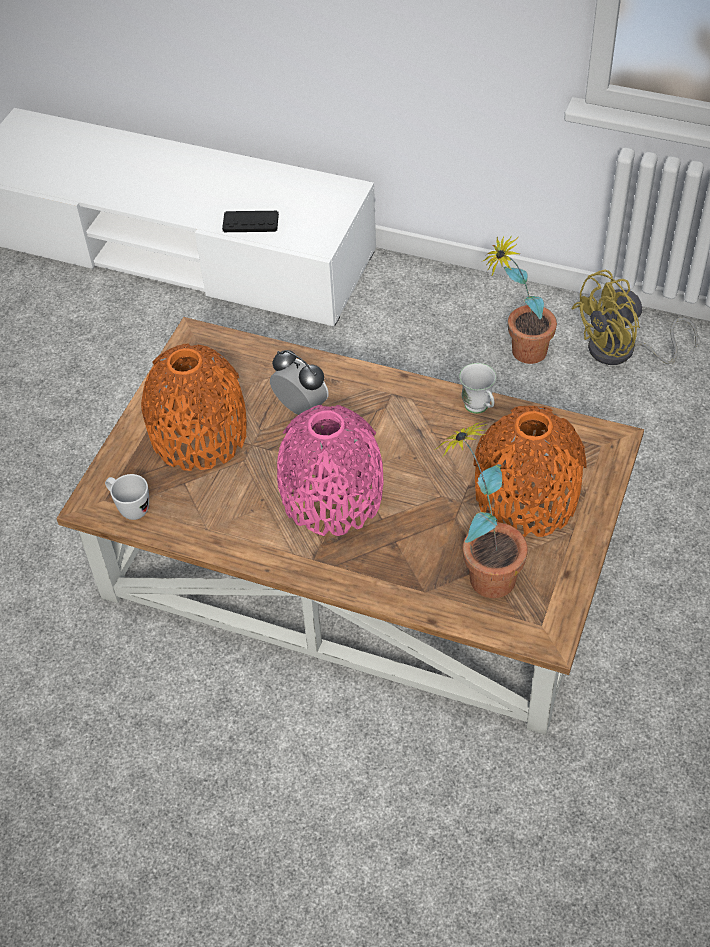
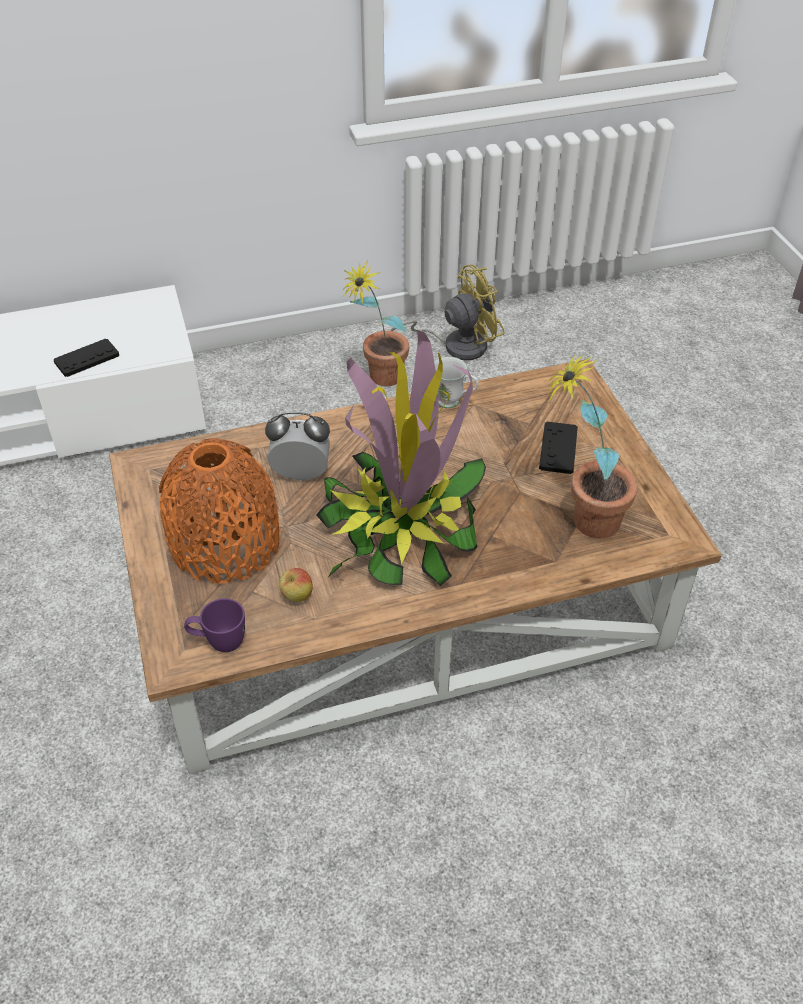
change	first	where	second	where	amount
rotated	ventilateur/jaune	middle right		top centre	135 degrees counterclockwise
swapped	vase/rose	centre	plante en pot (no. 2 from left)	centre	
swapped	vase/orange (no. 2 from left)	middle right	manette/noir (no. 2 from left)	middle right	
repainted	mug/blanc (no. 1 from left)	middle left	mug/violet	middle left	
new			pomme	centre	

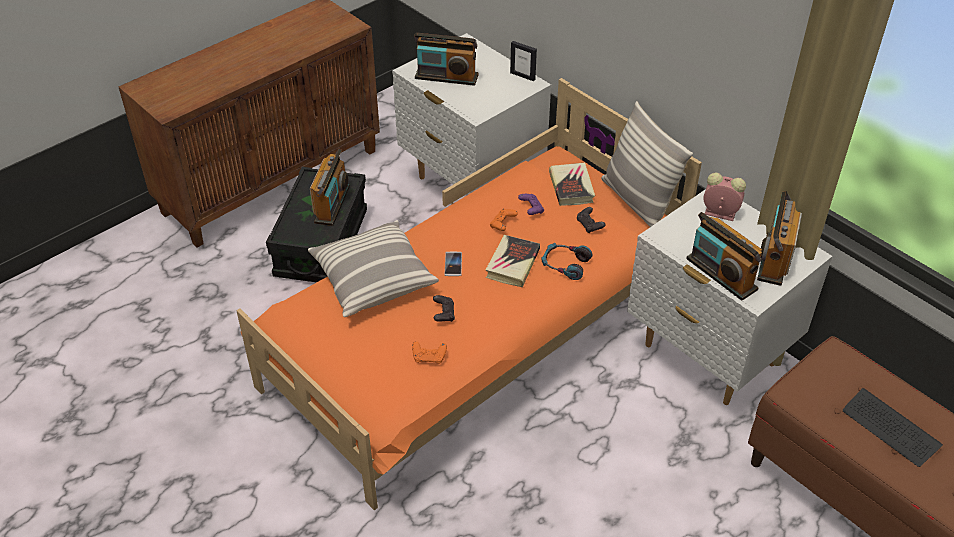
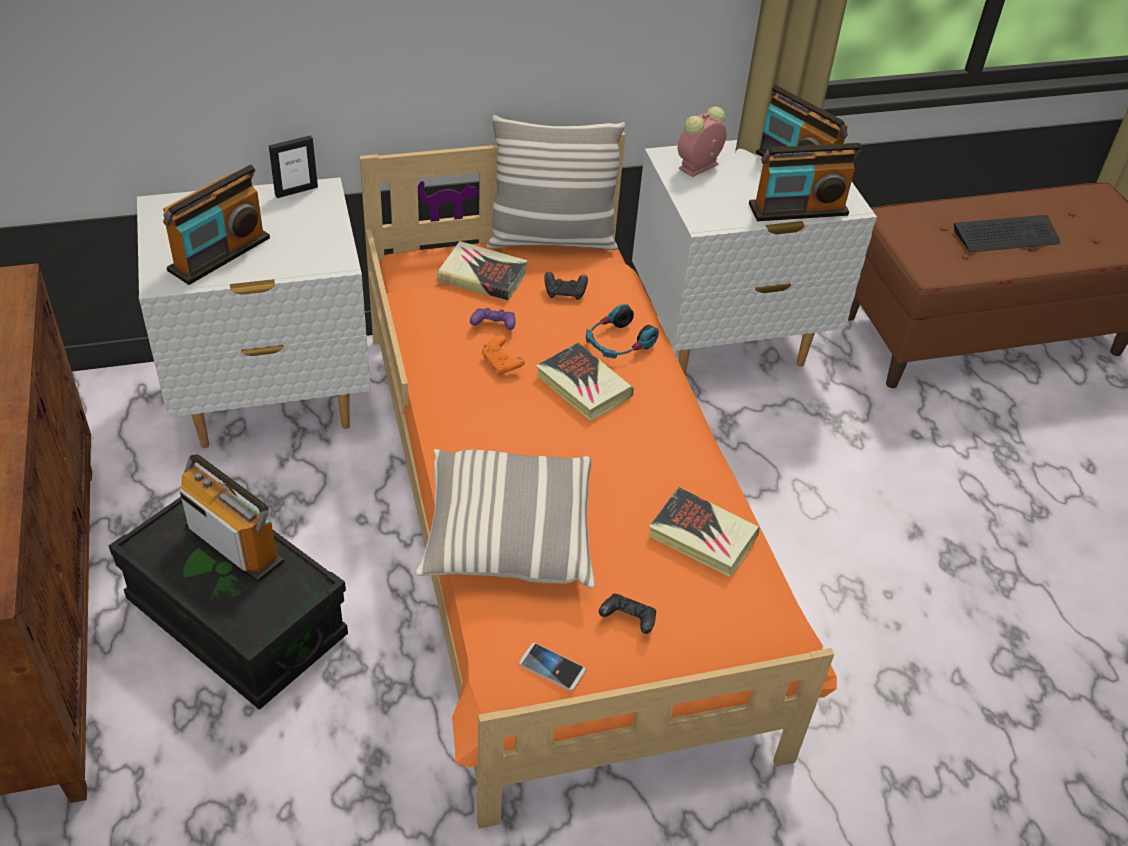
change	first	where	second	where	amount
shifted	téléphone	centre		bottom centre	
shifted	manette/noir (no. 1 from left in the first image)	centre	manette/noir (no. 2 from left)	bottom centre	
swapped	manette/orange (no. 1 from left)	centre	livre (no. 3 from left)	centre	

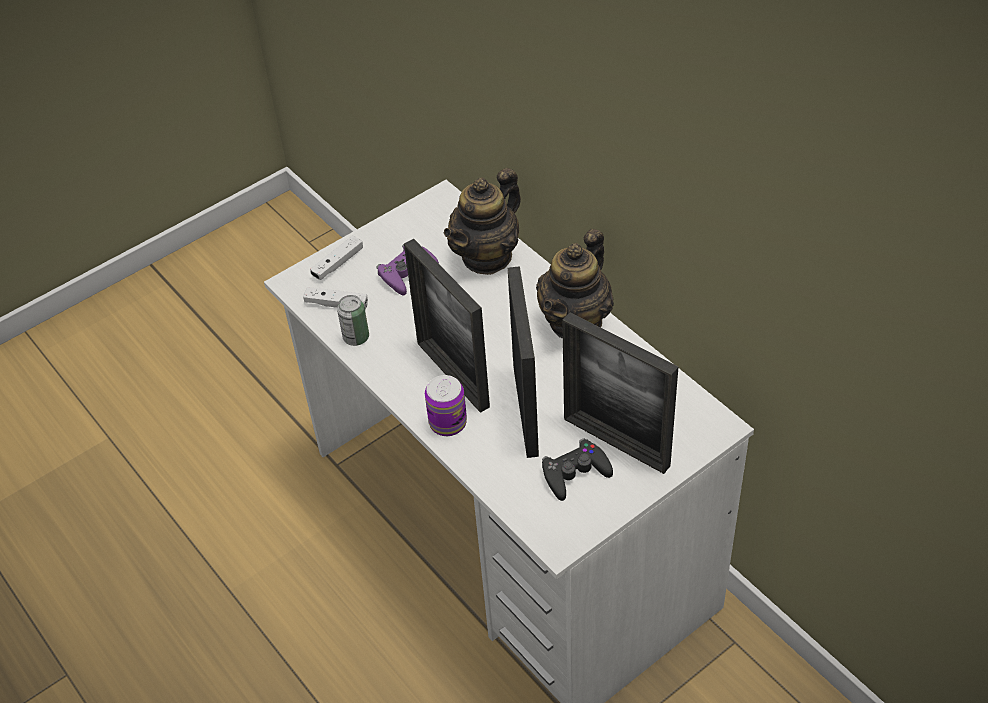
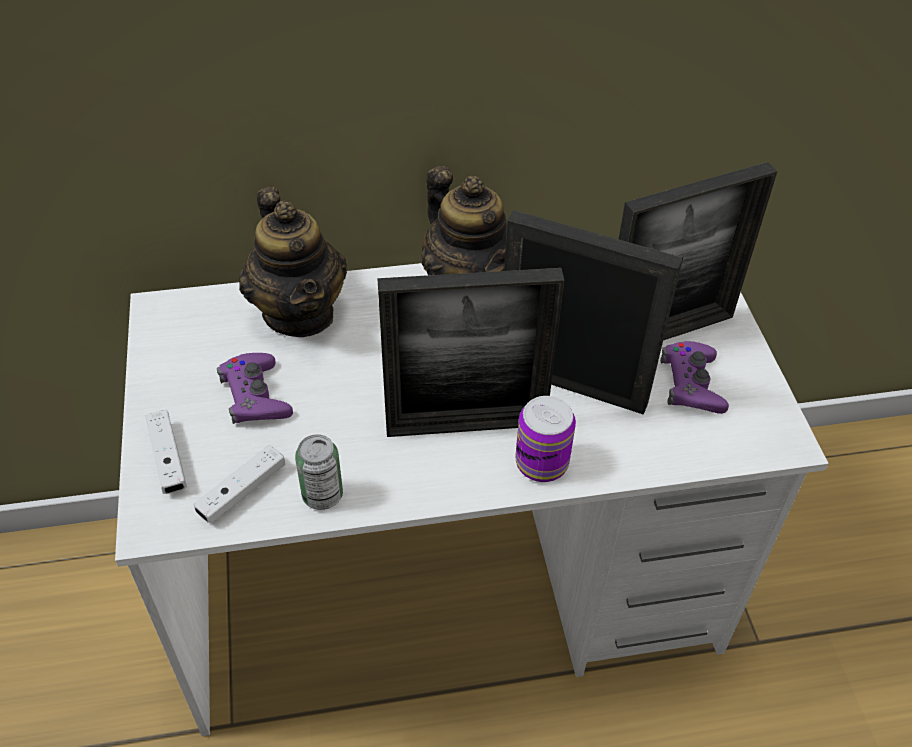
change	first	where	second	where	amount
repainted	manette/noir	bottom centre	manette/violet (no. 2 from left)	middle right	

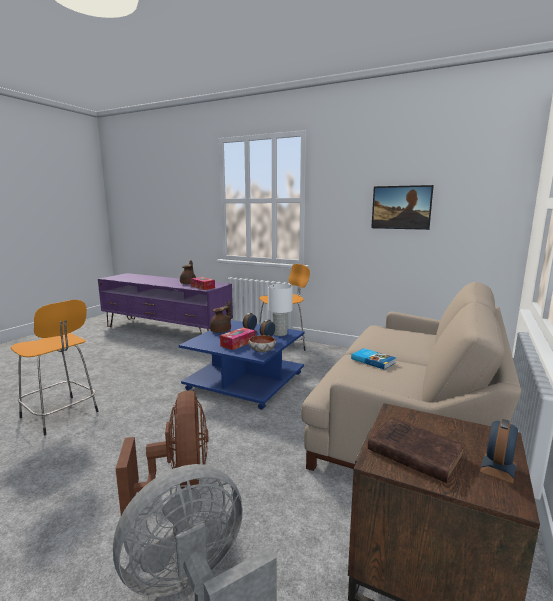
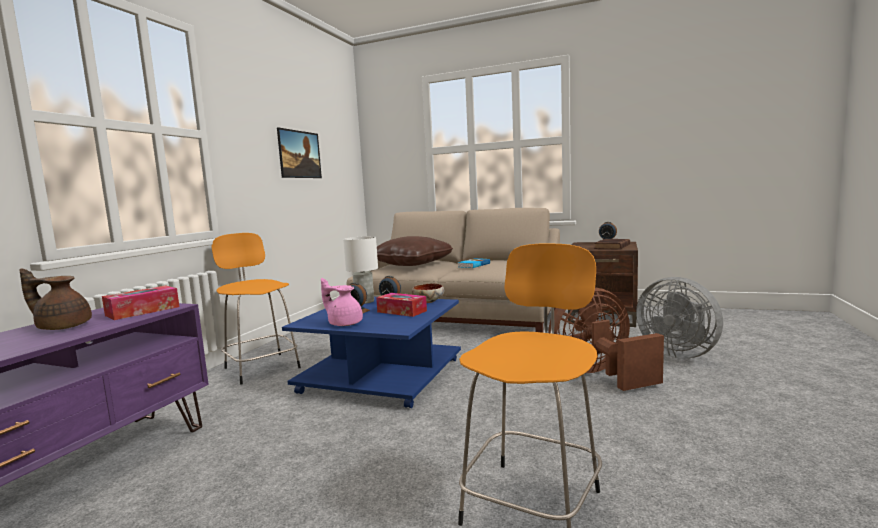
change	first	where	second	where	amount
repainted	théière/marron (no. 2 from left)	centre	théière/rose	centre	
new			coussin/marron	centre	

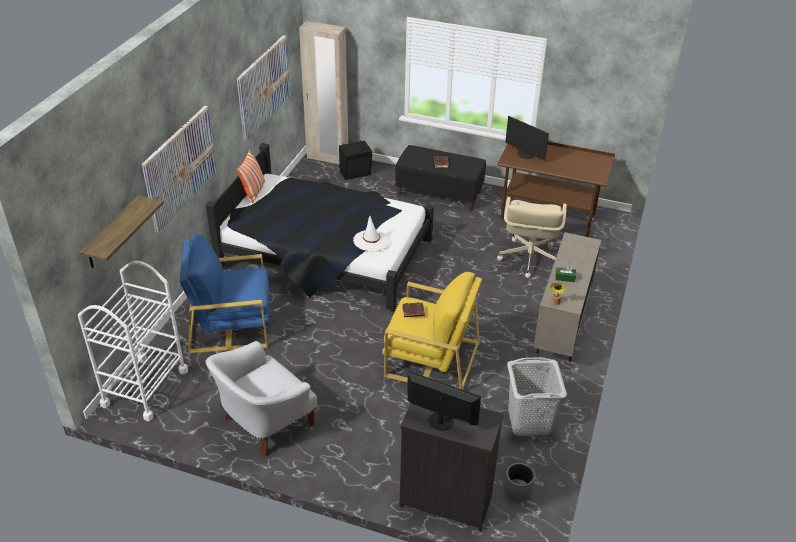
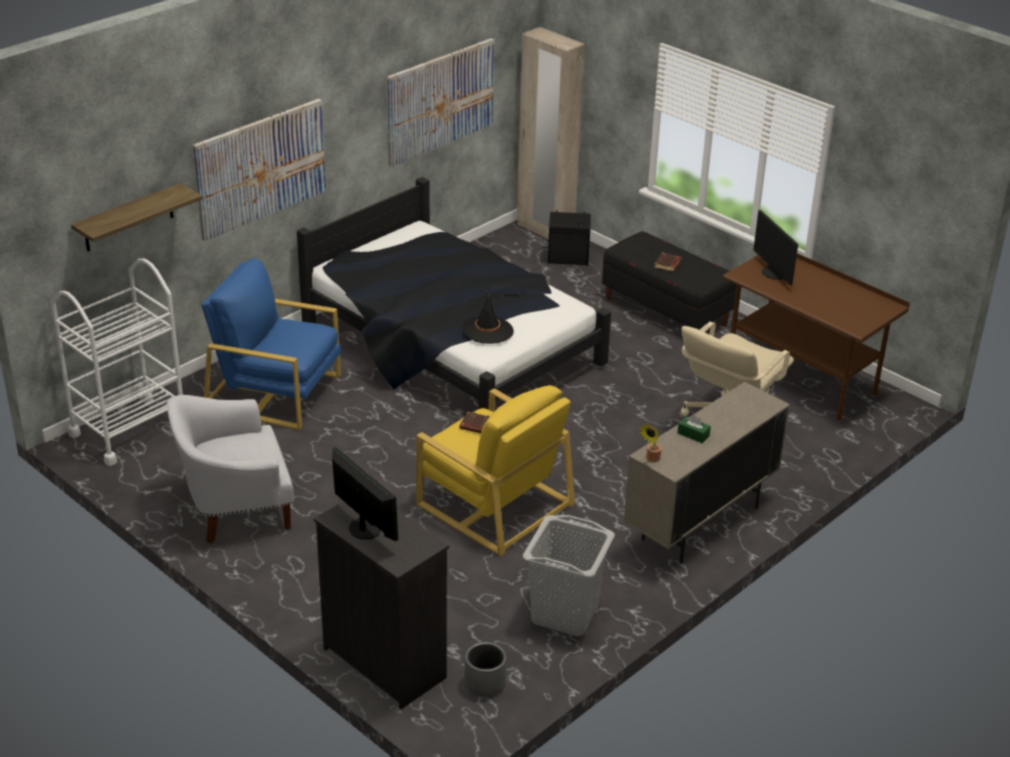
change	first	where	second	where	amount
gone	coussin	top left			
repainted	chapeau/blanc	centre	chapeau/noir	centre	

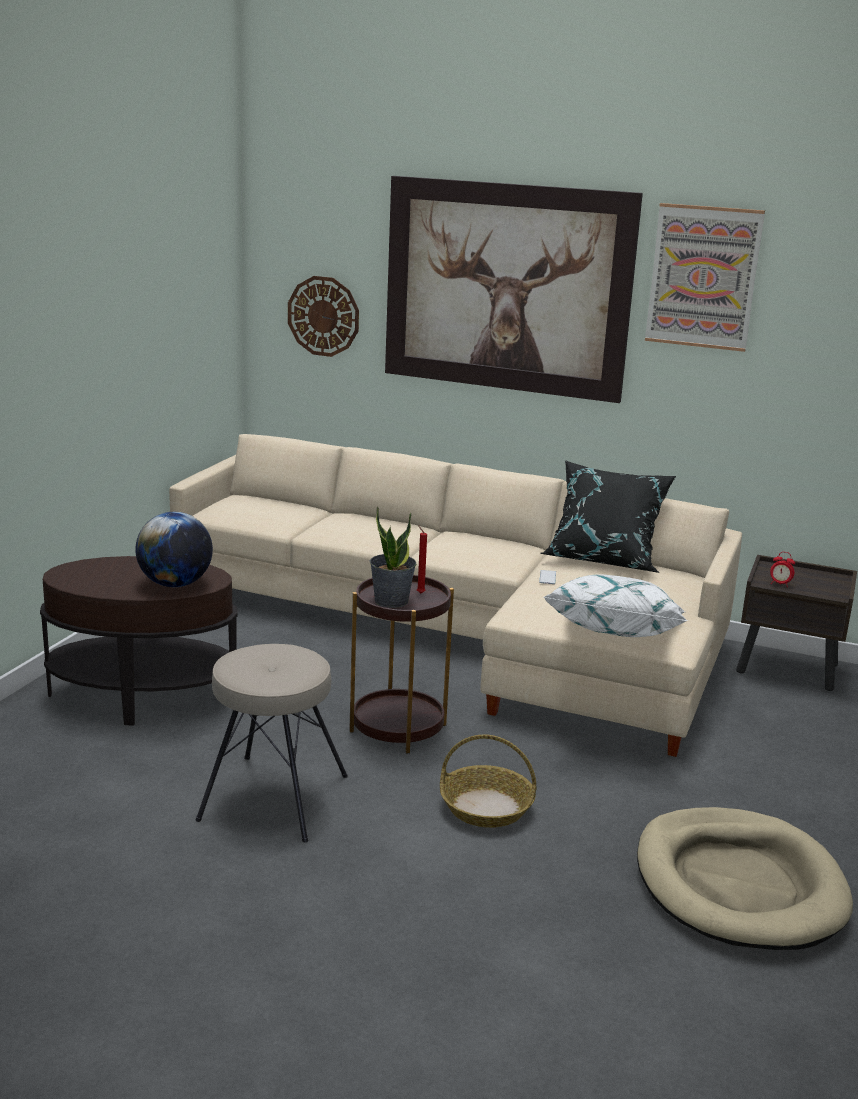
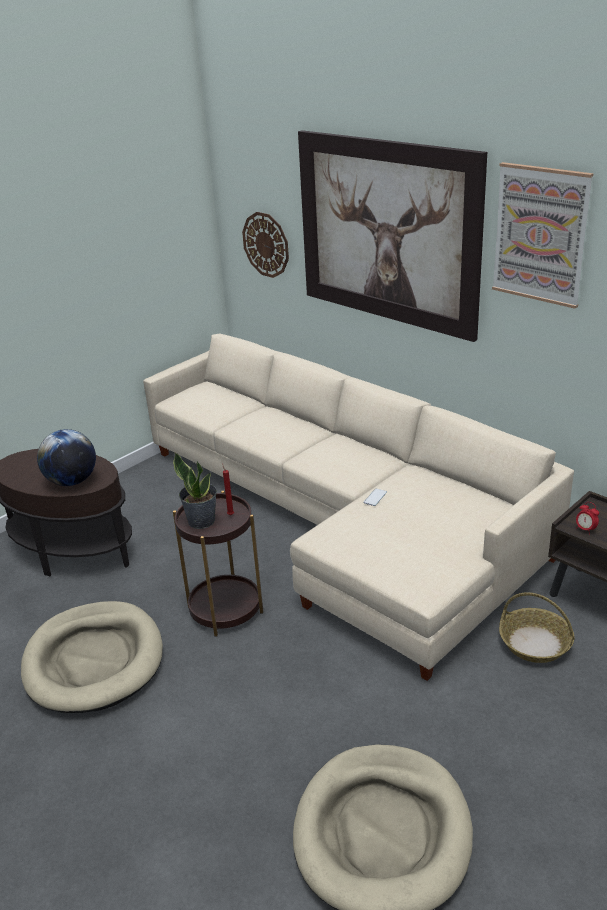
change	first	where	second	where	amount
gone	coussin/noir	middle right			
gone	coussin/blanc	middle right			
swapped	tabouret/beige	bottom left	panier pour chien/beige (no. 1 from left)	bottom left	
shifted	panier	bottom centre		bottom right	

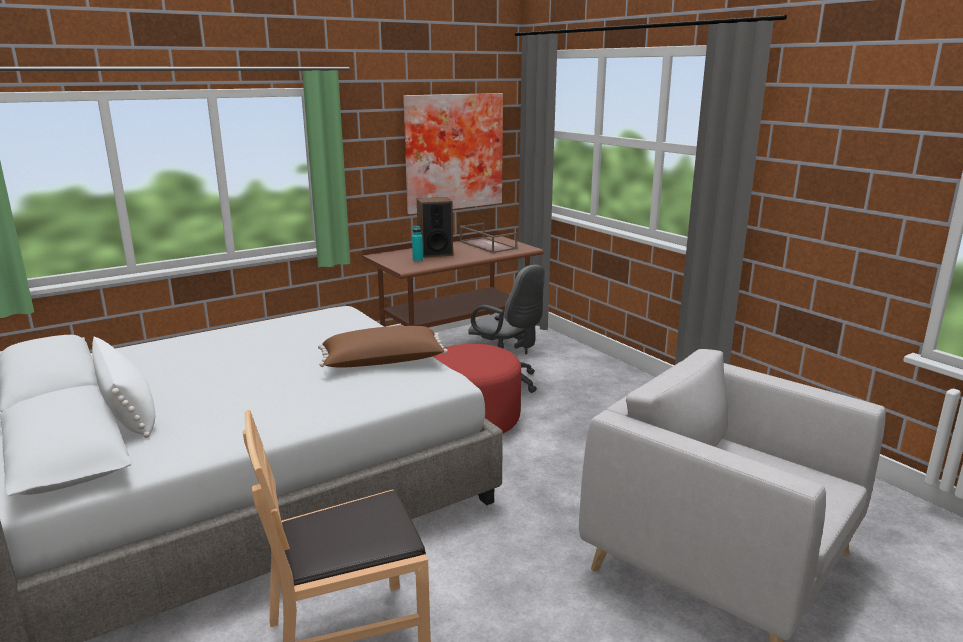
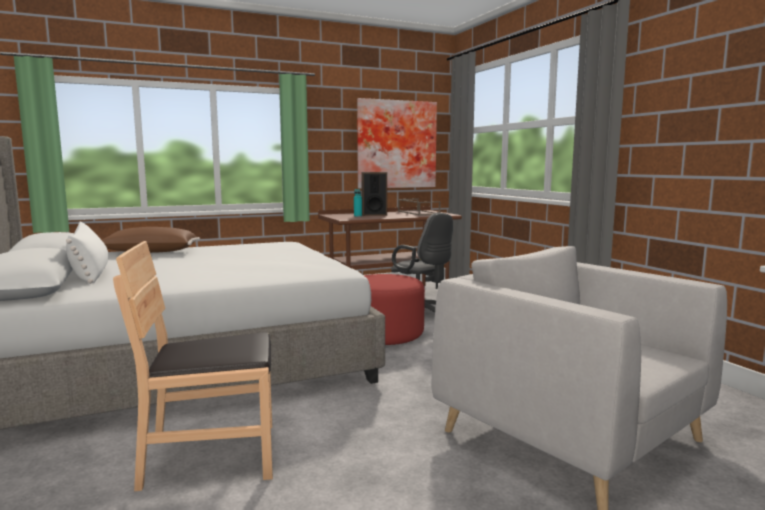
change	first	where	second	where	amount
shifted	coussin/marron	centre		middle left	

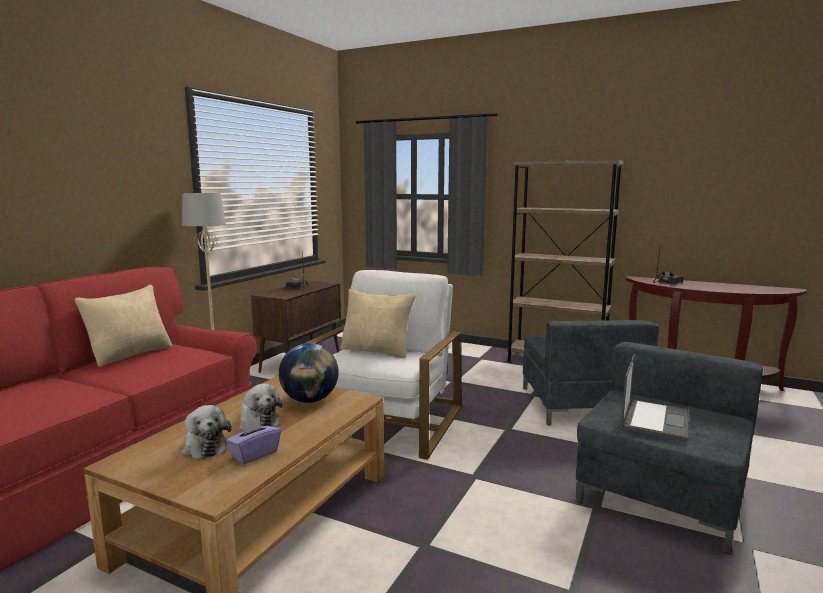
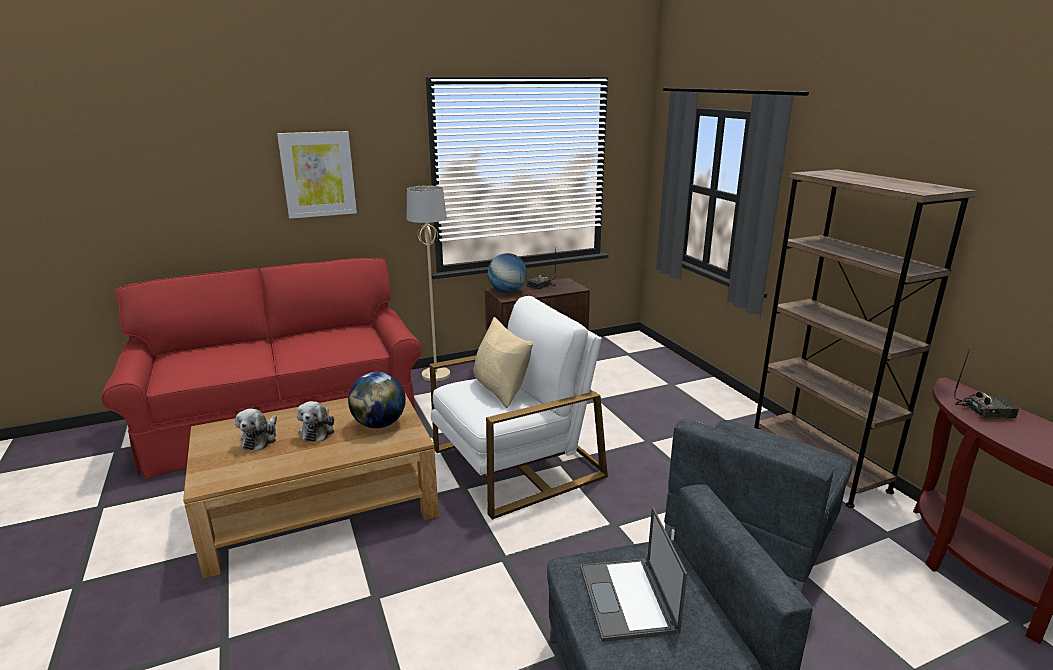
change	first	where	second	where	amount
gone	coussin/beige (no. 1 from left)	middle left			
rotated	ordinateur portable	bottom right		bottom centre	105 degrees clockwise
gone	boîte à mouchoirs/violet	bottom left			
new			tableau	top left	
new			globe (no. 2 from left)	centre	

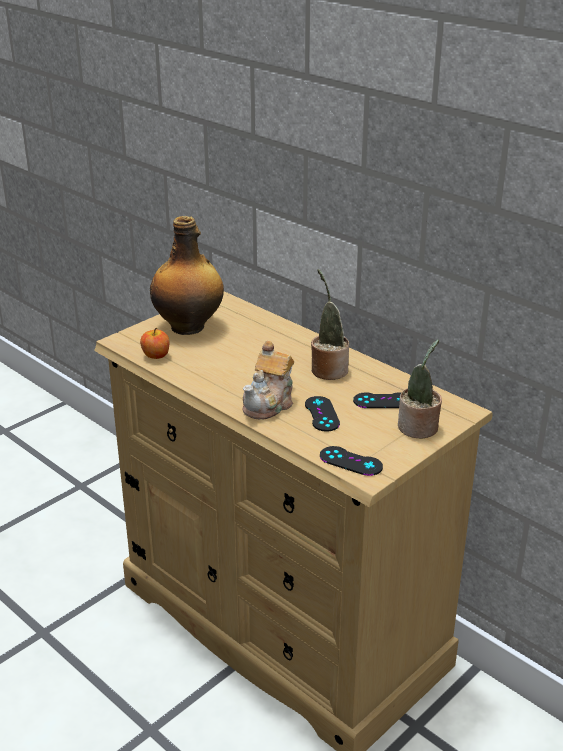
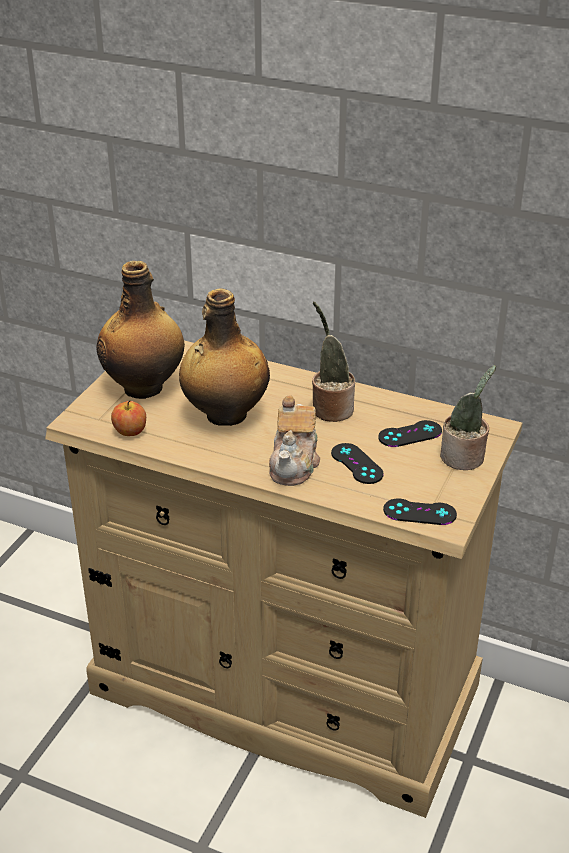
change	first	where	second	where	amount
new			bouteille (no. 2 from left)	centre	

